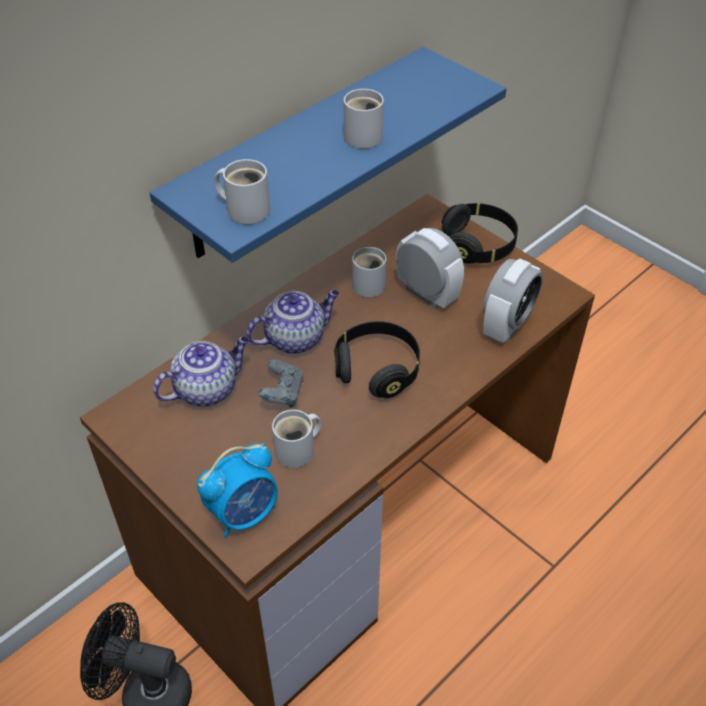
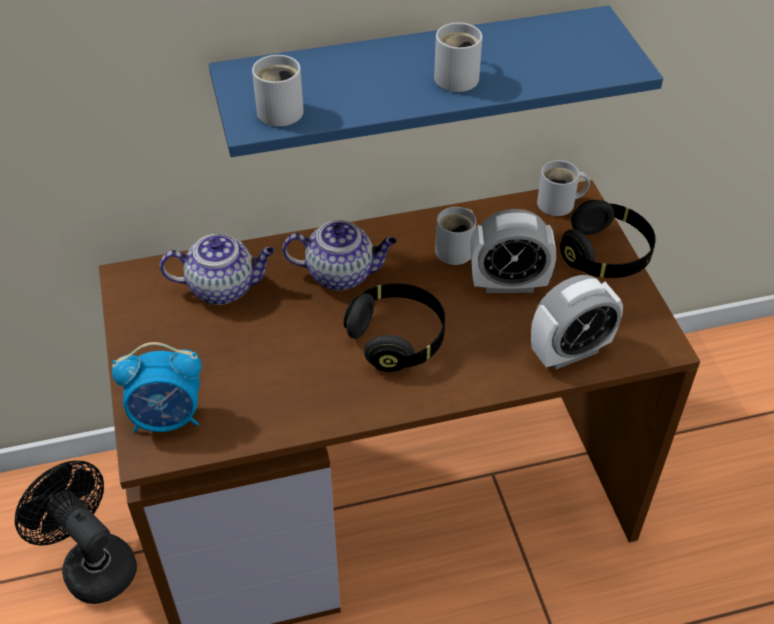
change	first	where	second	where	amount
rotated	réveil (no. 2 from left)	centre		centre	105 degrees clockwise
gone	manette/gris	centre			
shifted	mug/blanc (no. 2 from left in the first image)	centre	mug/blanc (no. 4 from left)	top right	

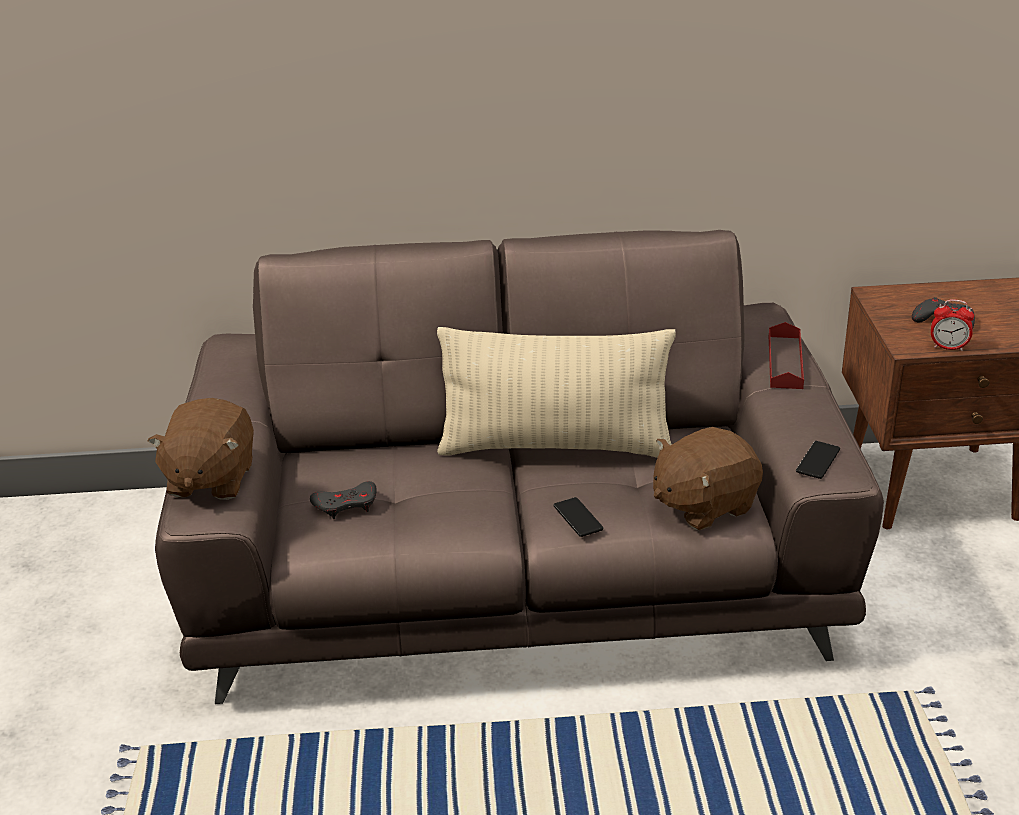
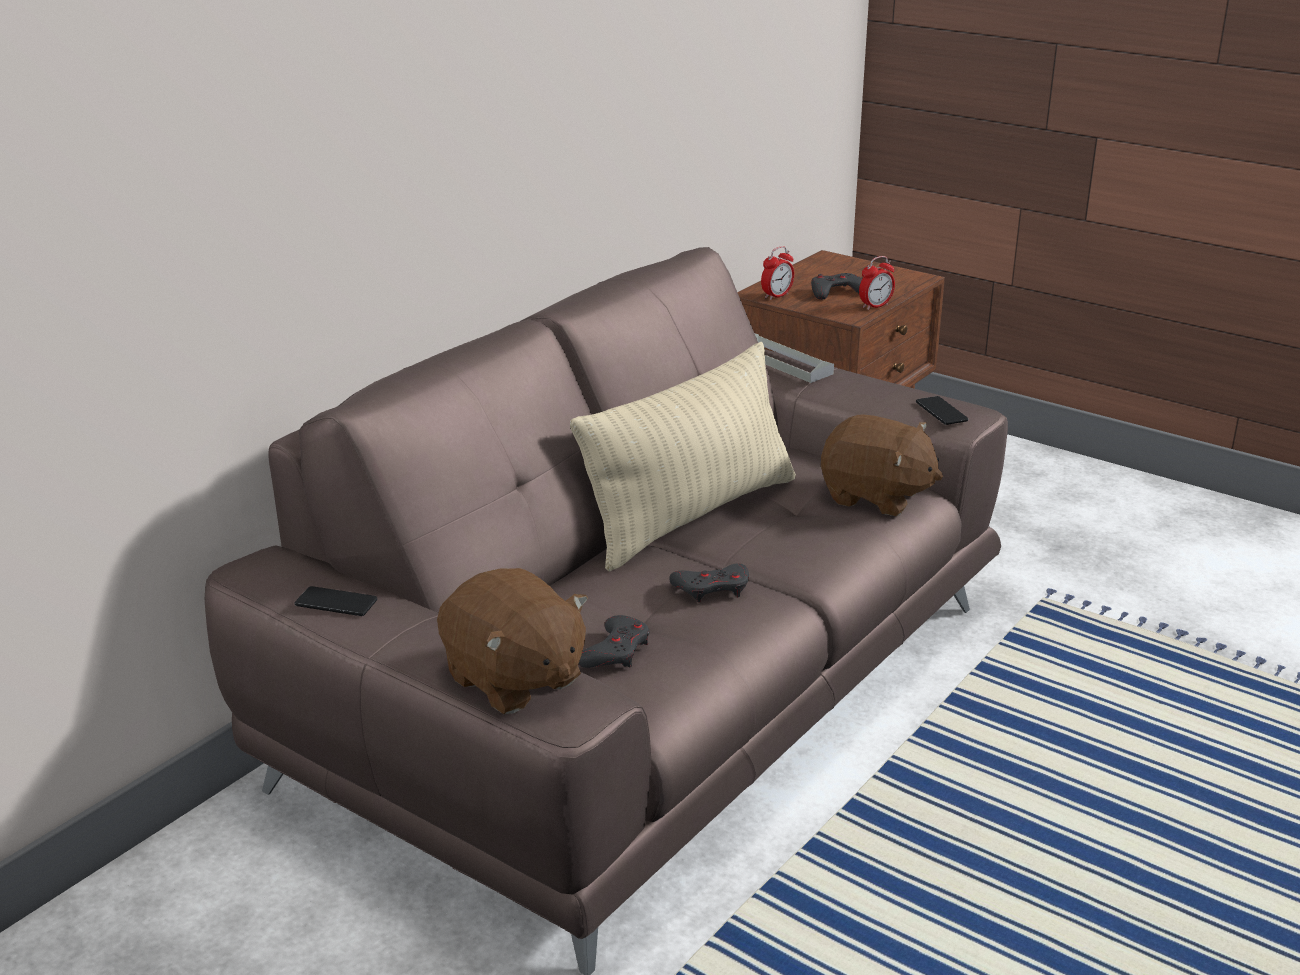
change	first	where	second	where	amount
repainted	plateau/rouge	middle right	plateau/gris	centre	
rotated	peluche/marron (no. 2 from left)	middle right		middle right	75 degrees counterclockwise
shifted	téléphone (no. 1 from left)	centre		middle left	
new			réveil (no. 1 from left)	top centre	
new			manette/gris (no. 2 from left)	centre	

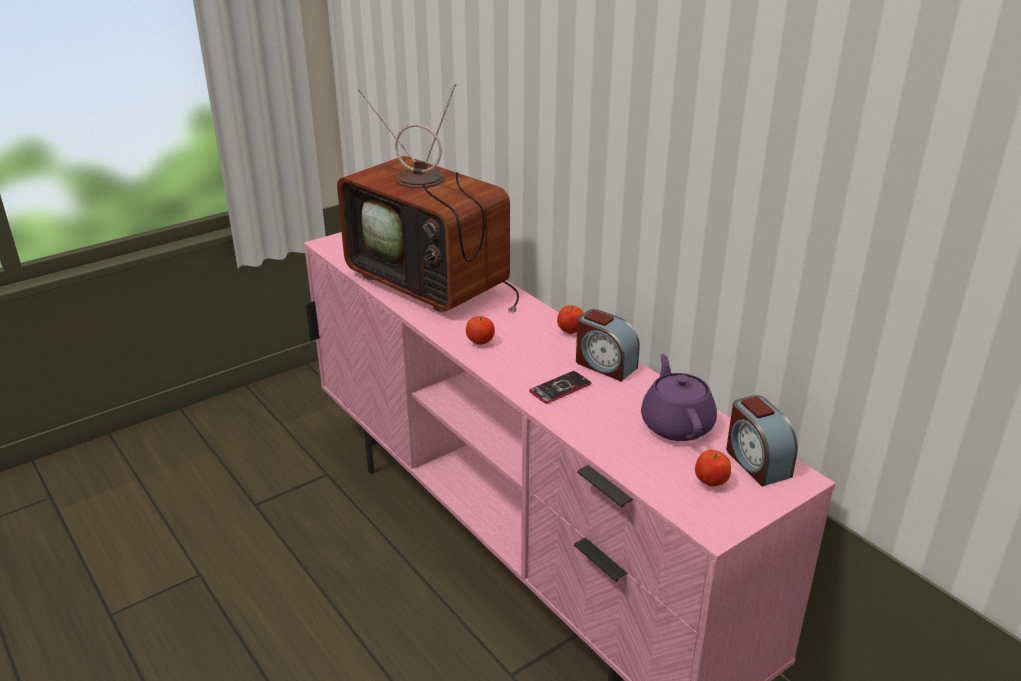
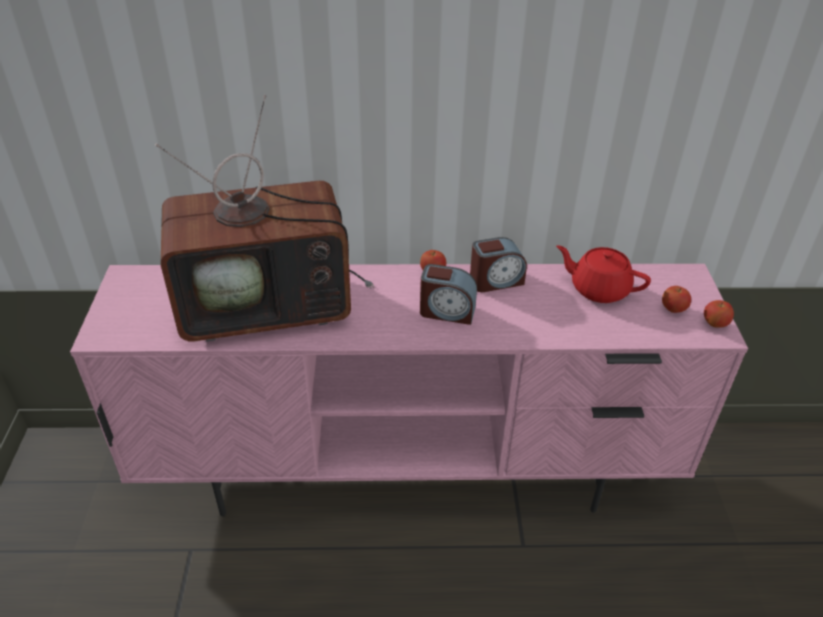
change	first	where	second	where	amount
shifted	pomme (no. 1 from left in the first image)	centre	pomme (no. 3 from left)	middle right	
repainted	théière/violet	centre	théière/rouge	middle right	
gone	téléphone	centre			
shifted	réveil (no. 2 from left in the first image)	middle right	réveil (no. 1 from left)	centre	

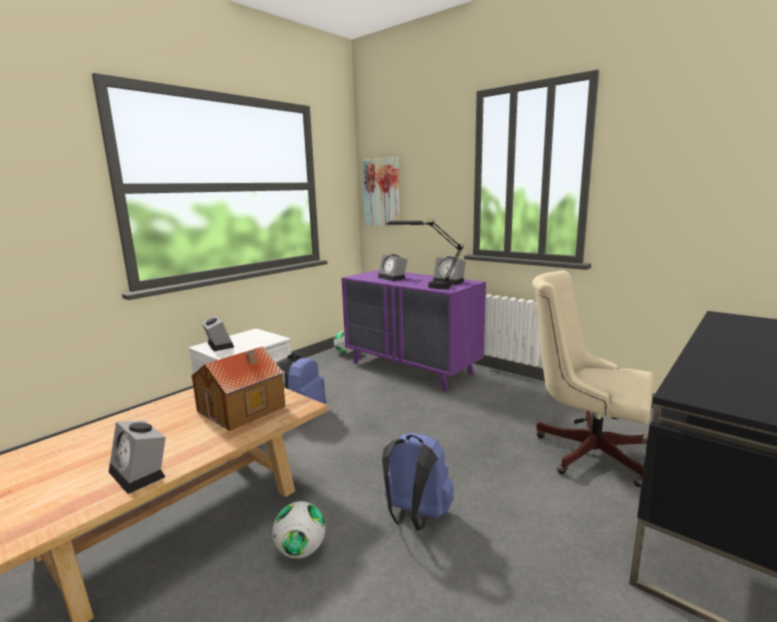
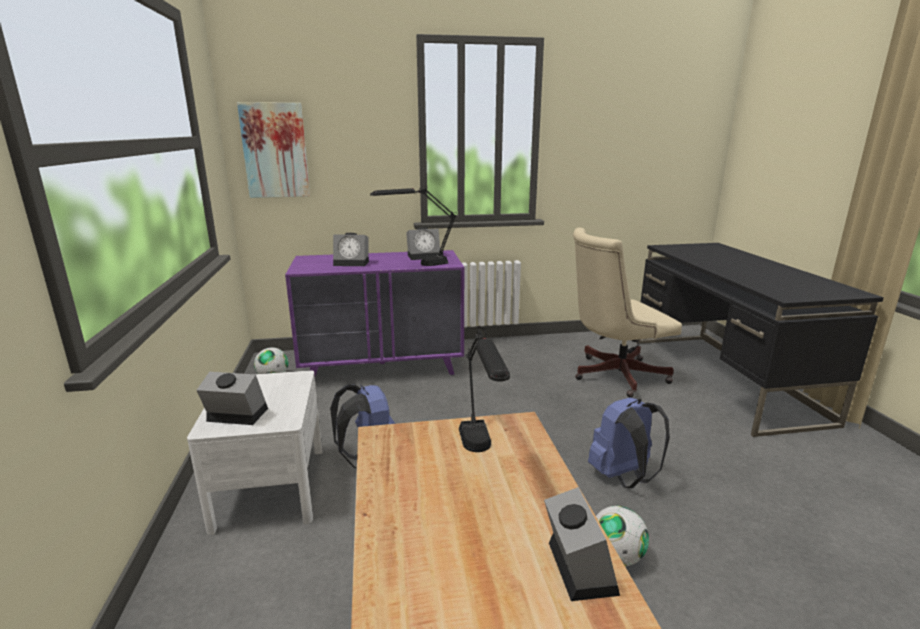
change	first	where	second	where	amount
swapped	maison miniature	middle left	lampe de table/noir (no. 2 from left)	centre	
rotated	réveil (no. 1 from left in the first image)	bottom left	réveil (no. 4 from left)	bottom centre	90 degrees counterclockwise

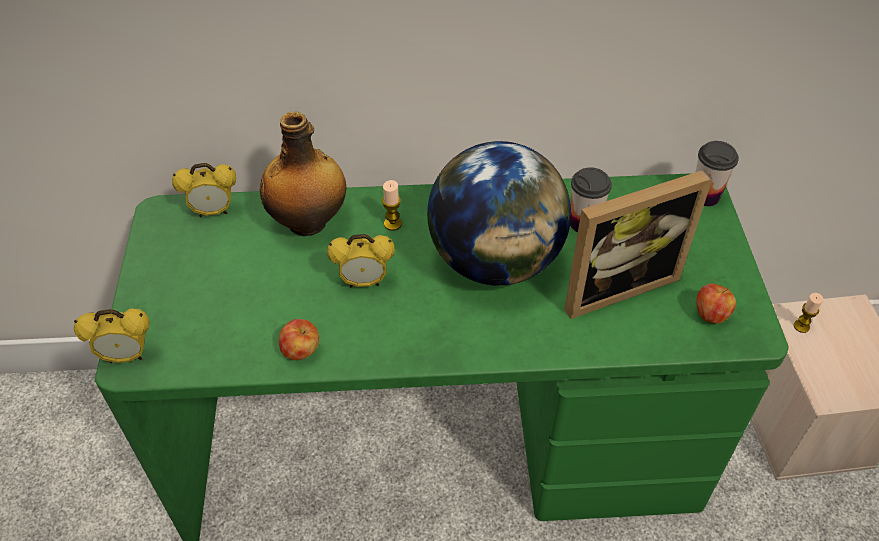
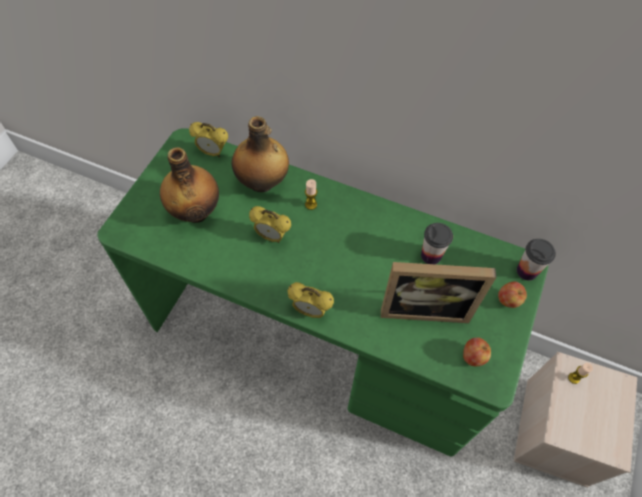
change	first	where	second	where	amount
gone	globe	centre			
shifted	réveil (no. 1 from left in the first image)	middle left	réveil (no. 3 from left)	centre	
shifted	pomme (no. 1 from left in the first image)	centre	pomme (no. 2 from left)	middle right	
new			bouteille (no. 1 from left)	middle left	

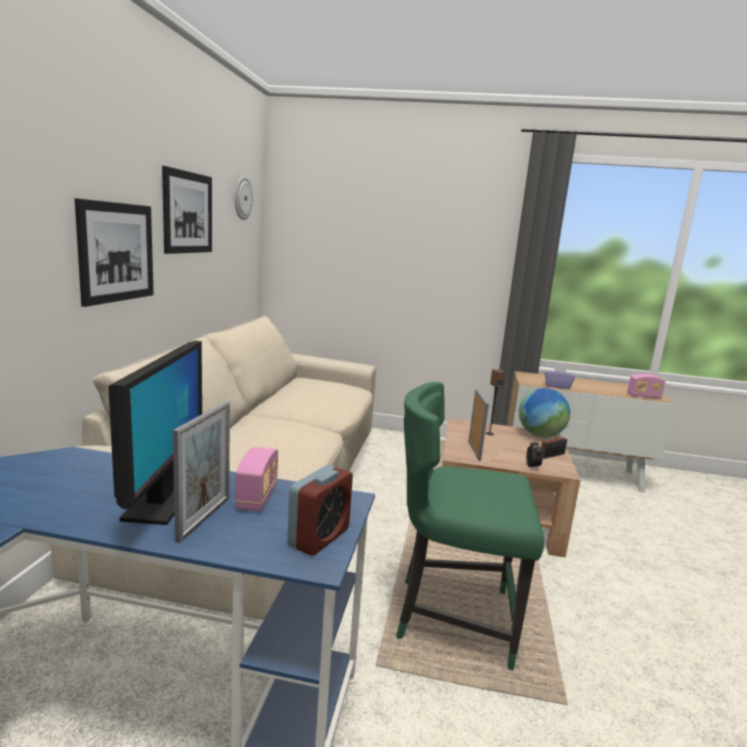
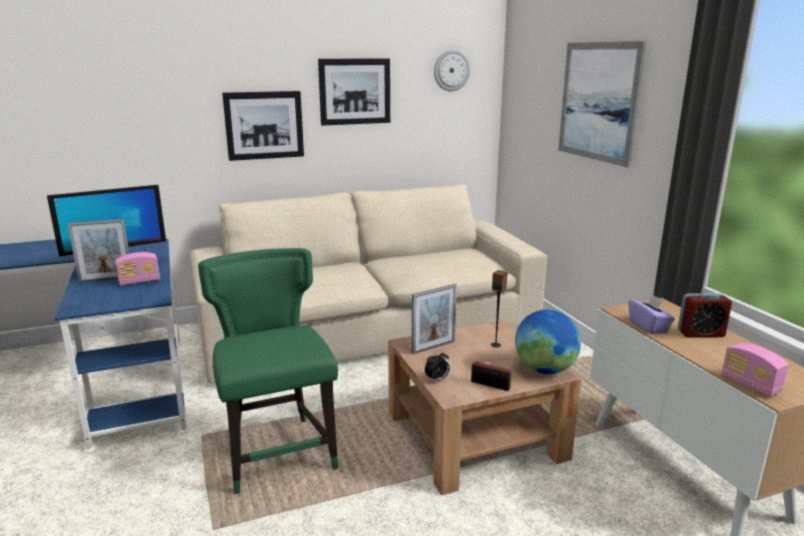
change	first	where	second	where	amount
shifted	réveil (no. 1 from left in the first image)	bottom centre	réveil (no. 2 from left)	middle right	
new			tableau (no. 3 from left)	top right	

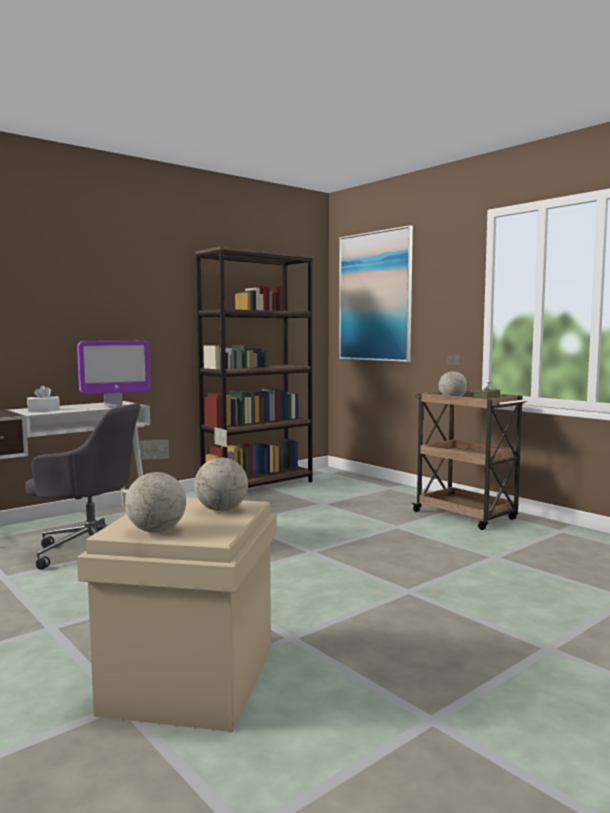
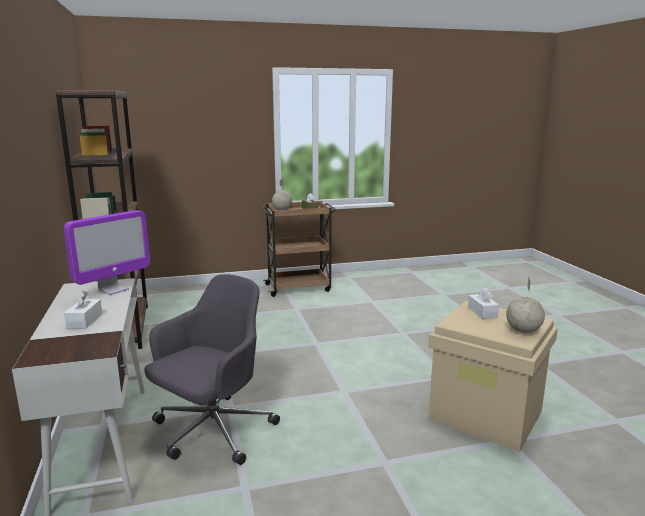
change	first	where	second	where	amount
gone	tableau	centre			
rotated	écran d'ordinateur	middle left		middle left	45 degrees clockwise
swapped	globe (no. 2 from left)	centre	boîte à mouchoirs/blanc (no. 2 from left)	middle right	

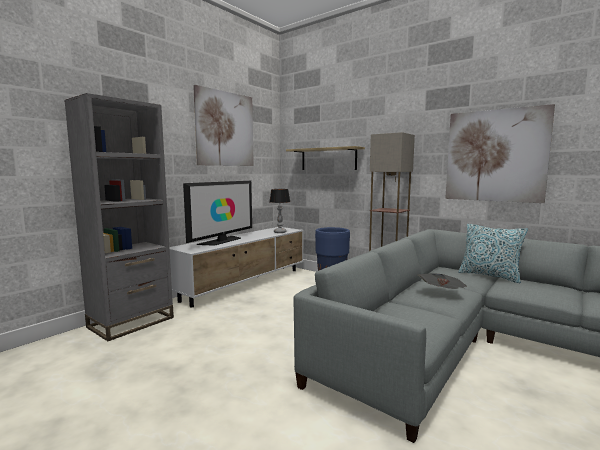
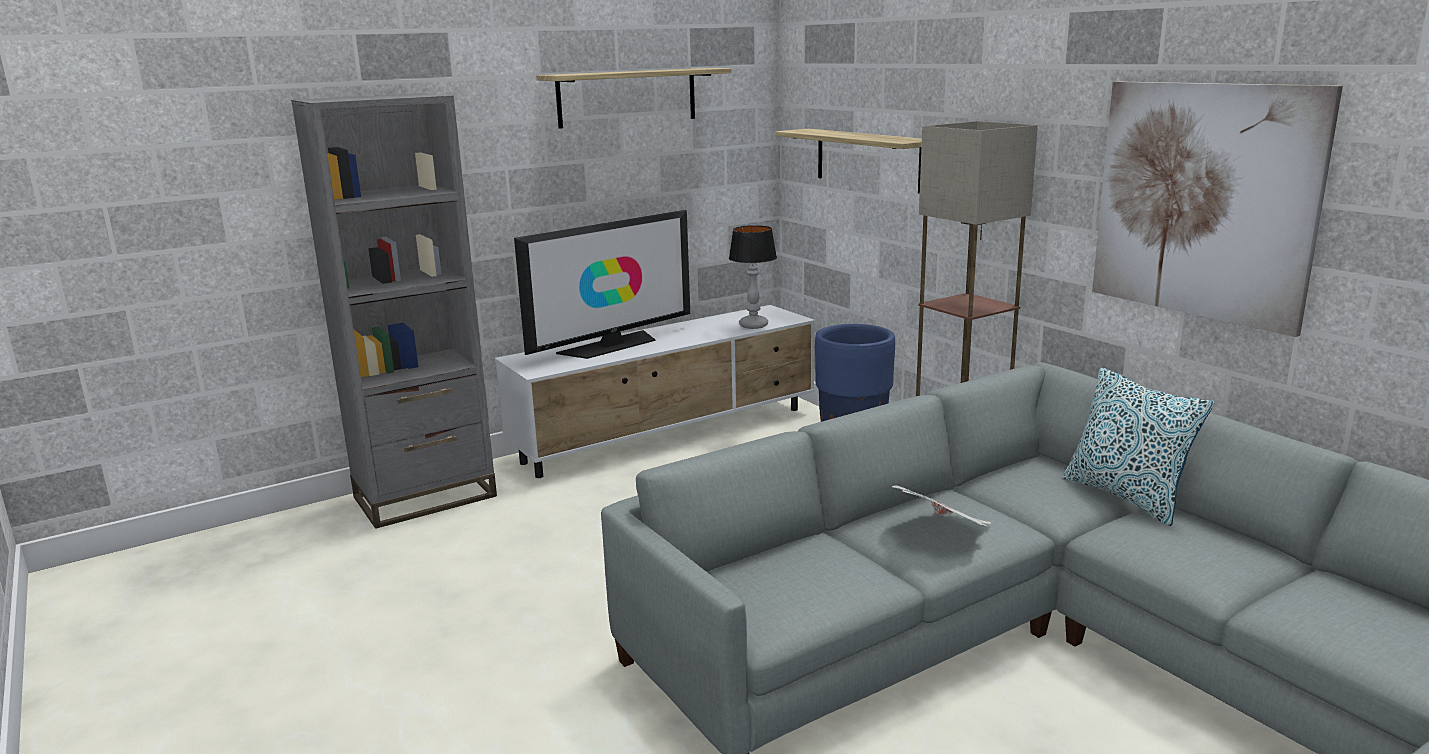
change	first	where	second	where	amount
swapped	tableau (no. 1 from left)	top centre	étagère (no. 1 from left)	top centre	

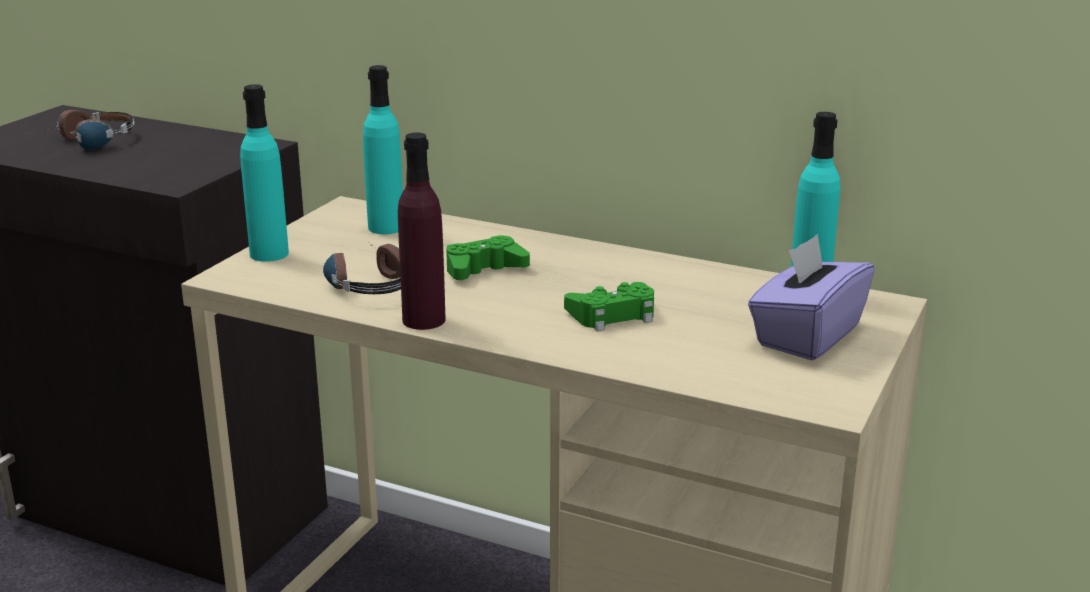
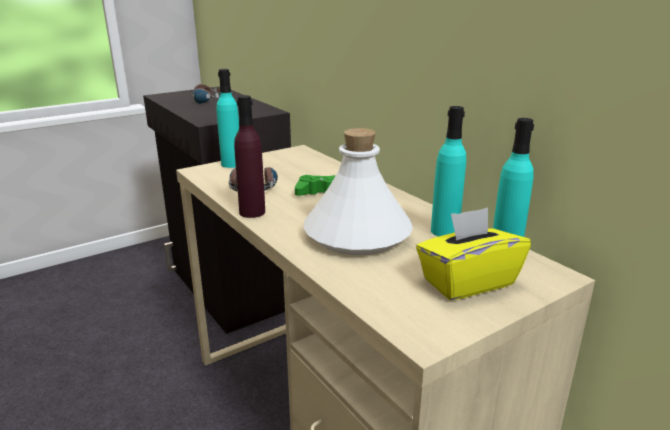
change	first	where	second	where	amount
shifted	bouteille/turquoise (no. 2 from left)	top centre		middle right	
repainted	boîte à mouchoirs/violet	middle right	boîte à mouchoirs/jaune	middle right	
swapped	manette/vert (no. 2 from left)	centre	bouteille/blanc	centre	

